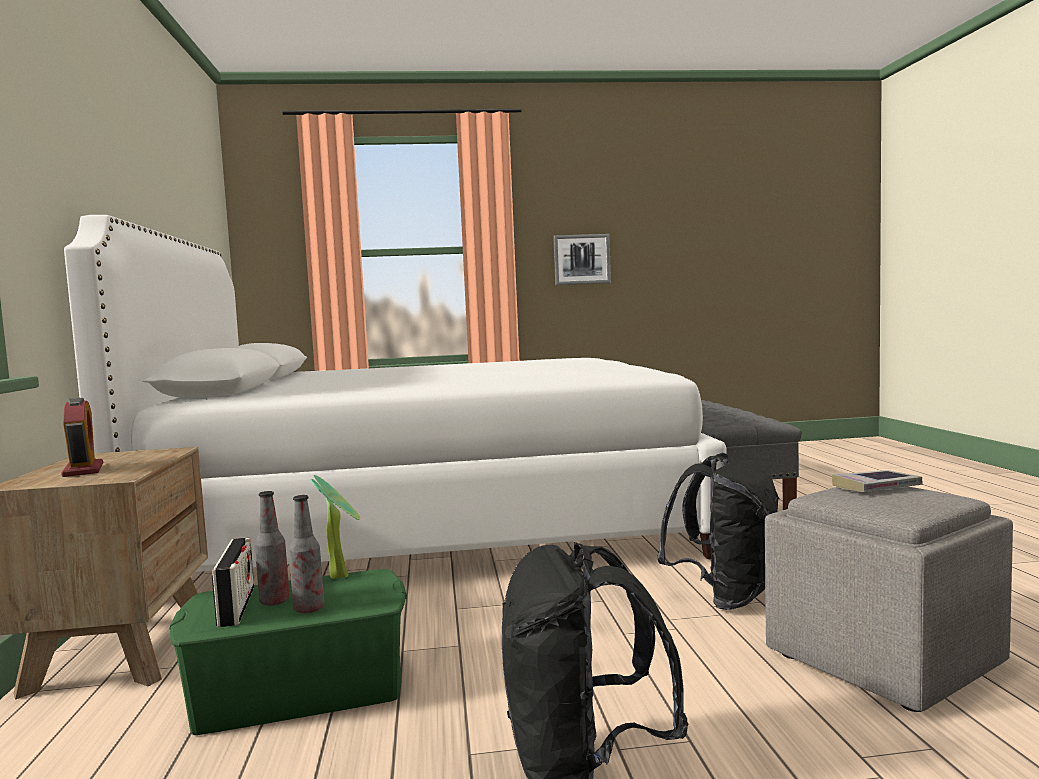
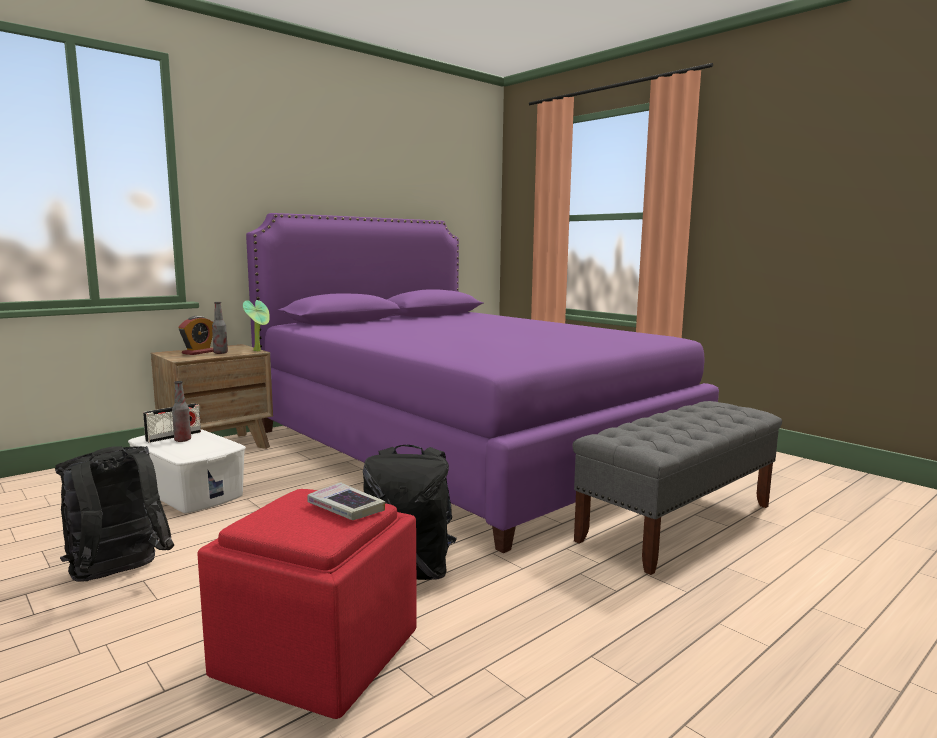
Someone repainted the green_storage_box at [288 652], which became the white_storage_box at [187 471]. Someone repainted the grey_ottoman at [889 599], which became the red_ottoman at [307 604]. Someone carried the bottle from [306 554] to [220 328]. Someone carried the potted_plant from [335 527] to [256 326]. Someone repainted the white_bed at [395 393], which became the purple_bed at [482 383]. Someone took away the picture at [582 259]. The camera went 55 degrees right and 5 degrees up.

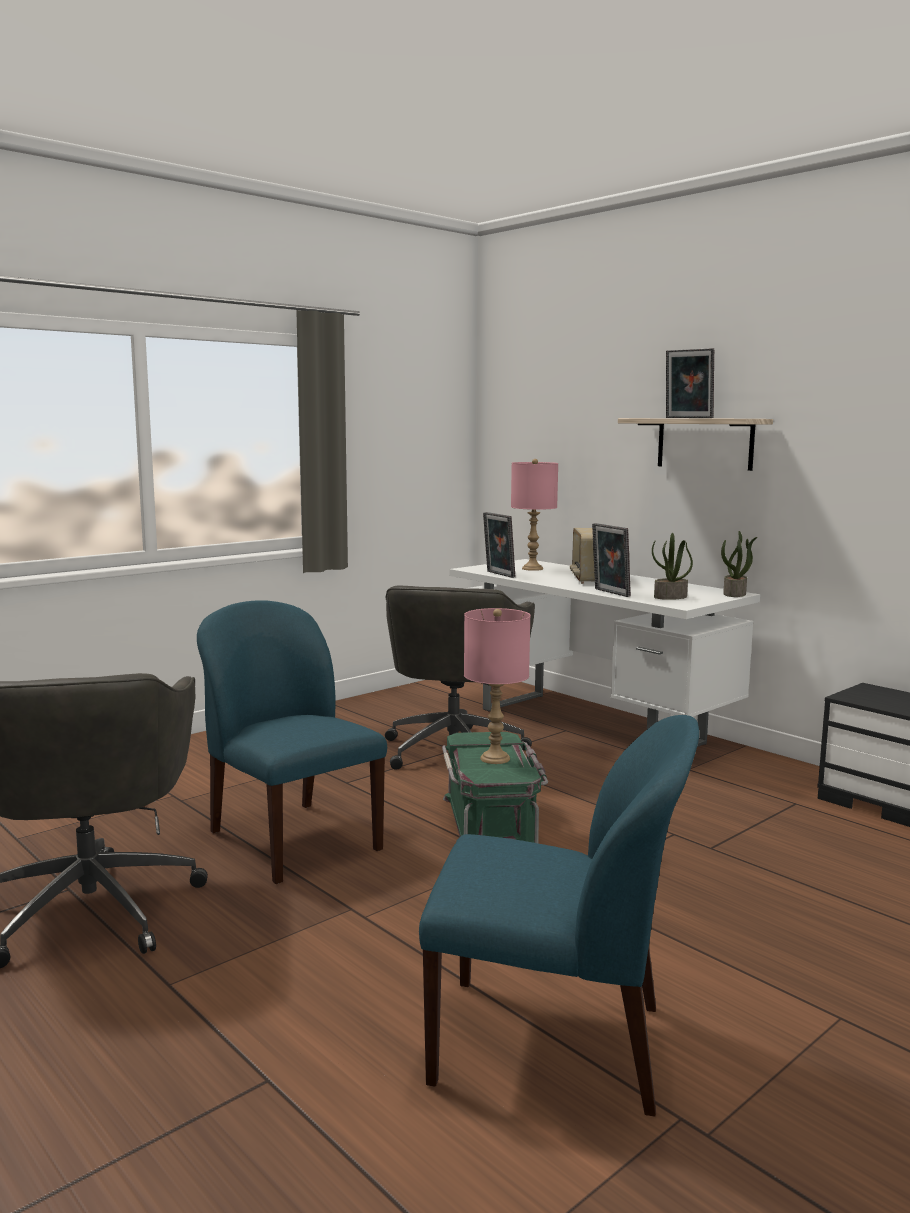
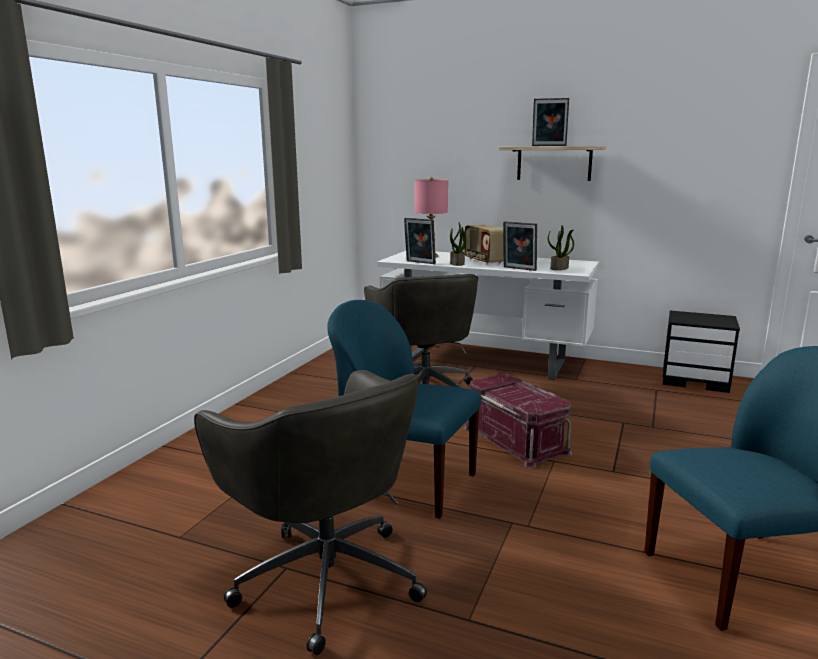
Someone carried the potted_plant from [739 564] to [460 244]. Someone repainted the green_storage_box at [495 788], which became the red_storage_box at [518 421]. Someone took away the pink_table_lamp at [497 686]. The camera went 25 degrees left and 5 degrees up.

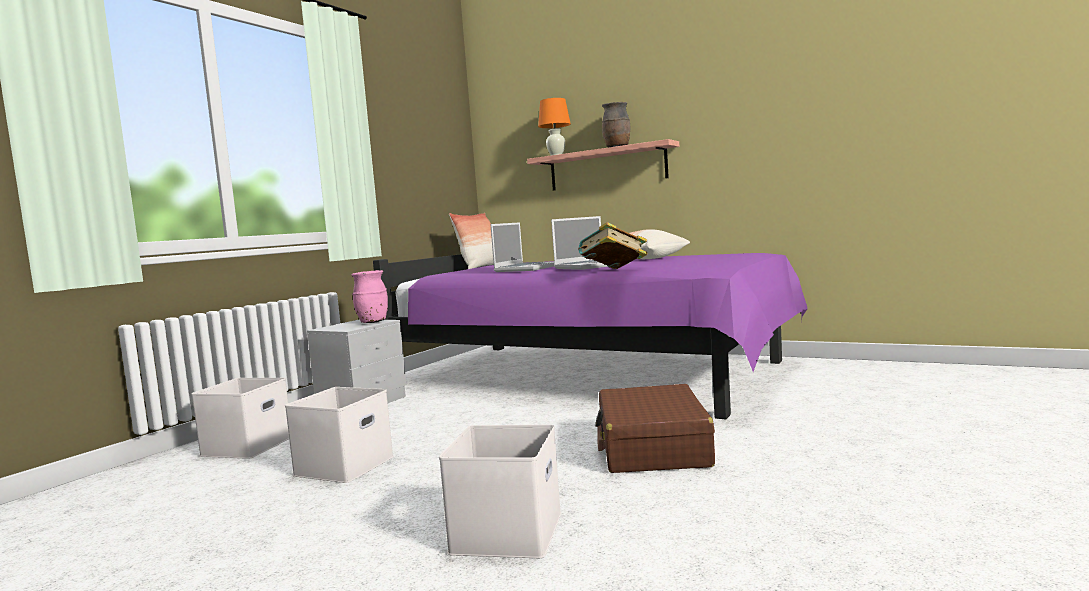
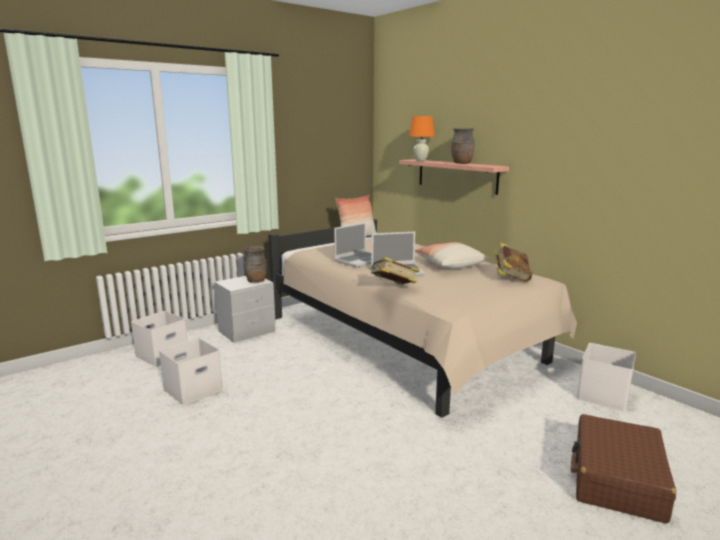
Someone repainted the pink_vase at [369 296], which became the brown_vase at [255 264]. Someone repainted the purple_bed at [590 336], which became the beige_bed at [422 318]. Someone put down the book at [513 262]. Someone carried the brown_suitcase from [655 428] to [623 469]. Someone carried the white_storage_box from [500 491] to [606 377]. The camera went 20 degrees right and 10 degrees up.

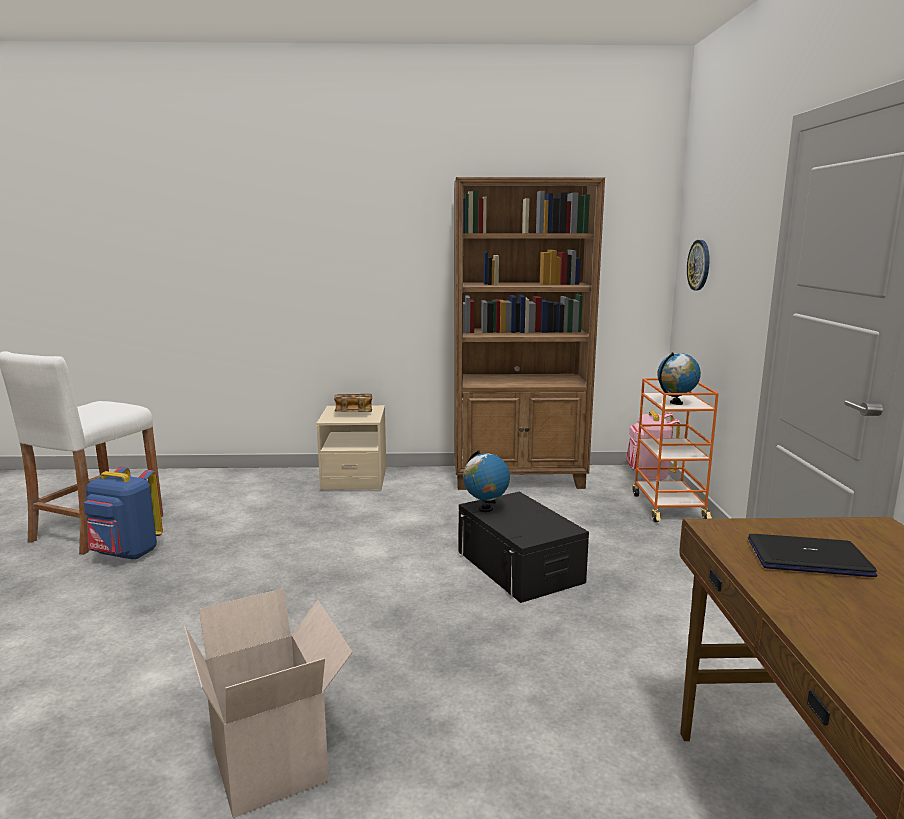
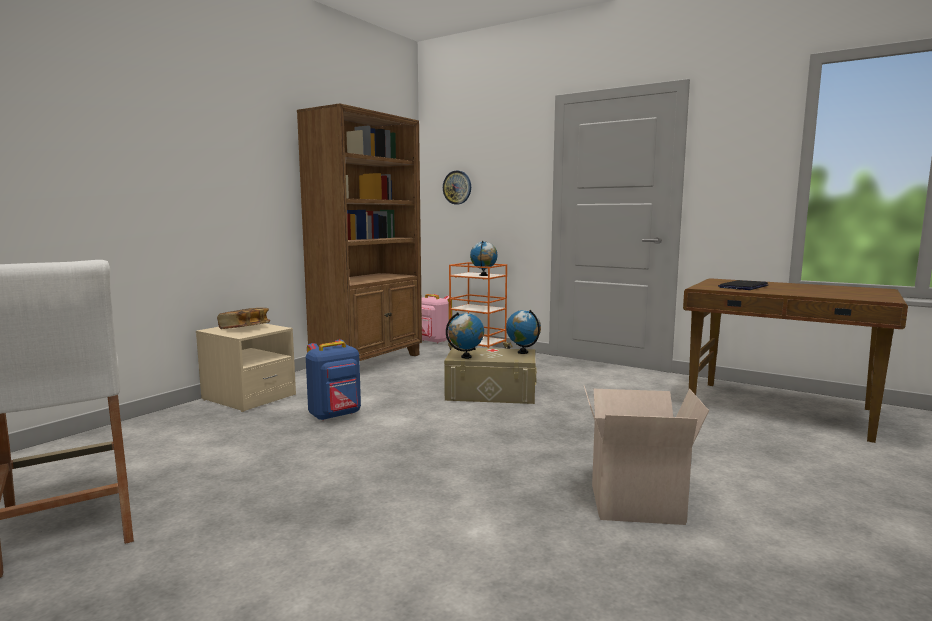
Someone carried the blue_backpack from [123 513] to [333 380]. Someone repainted the black_storage_box at [524 547], which became the beige_storage_box at [490 375]. Someone put down the globe at [523 332]. The camera went 55 degrees left and 5 degrees down.

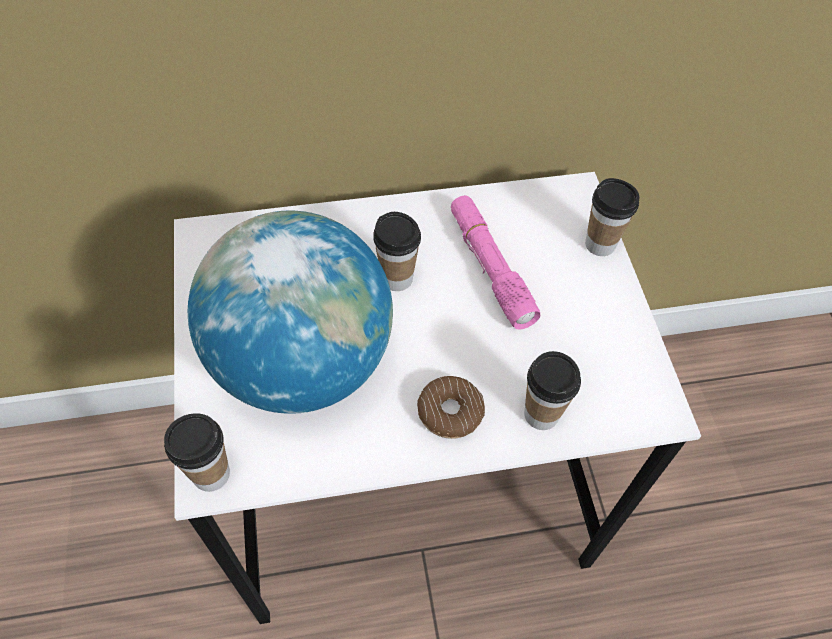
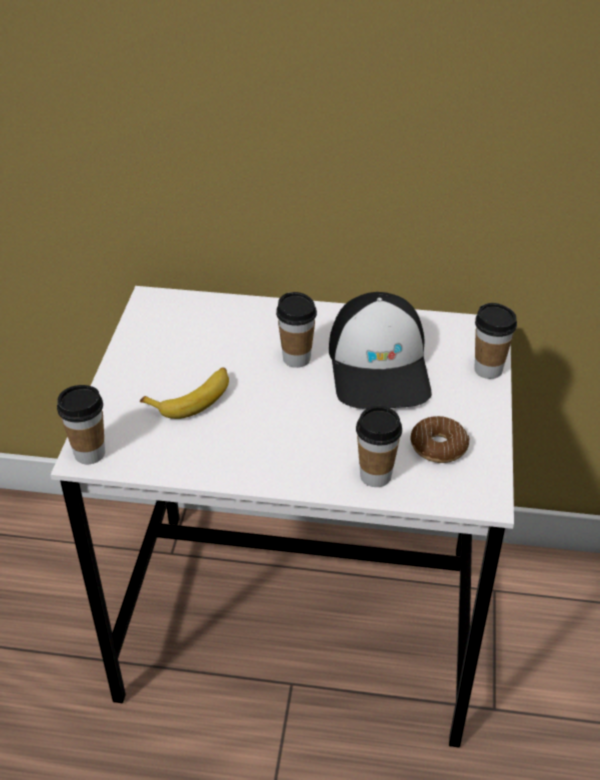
Someone swapped the globe at [290 312] for the banana at [184 393]. Someone swapped the pink_flashlight at [495 262] for the cap at [380 350]. Someone carried the donut from [451 407] to [439 439]. The camera went 20 degrees right and 15 degrees down.

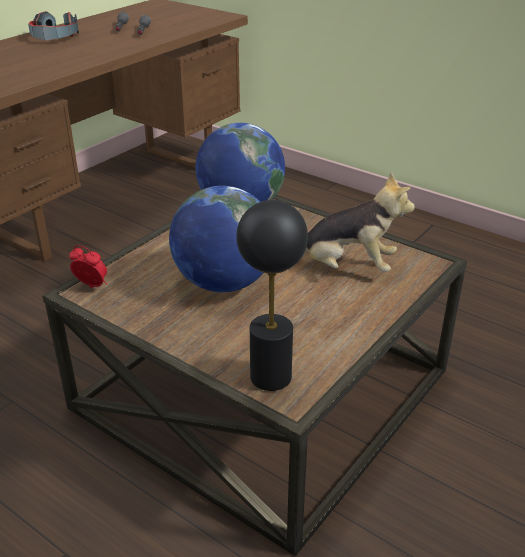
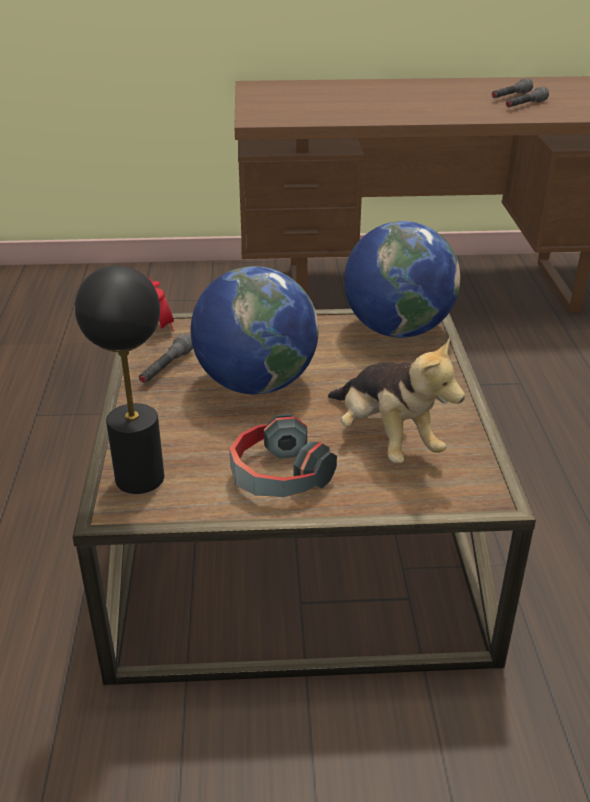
Someone put down the grey_flashlight at [166 358]. Someone carried the headphones from [53 26] to [283 455]. The camera went 50 degrees right and 0 degrees up.

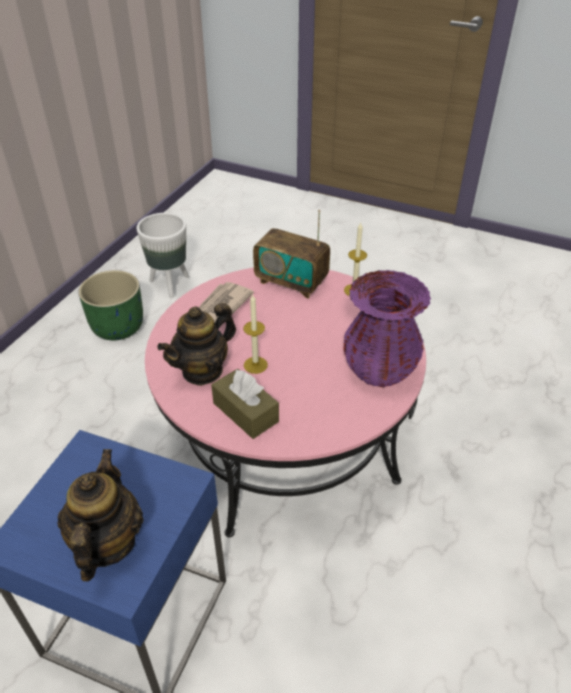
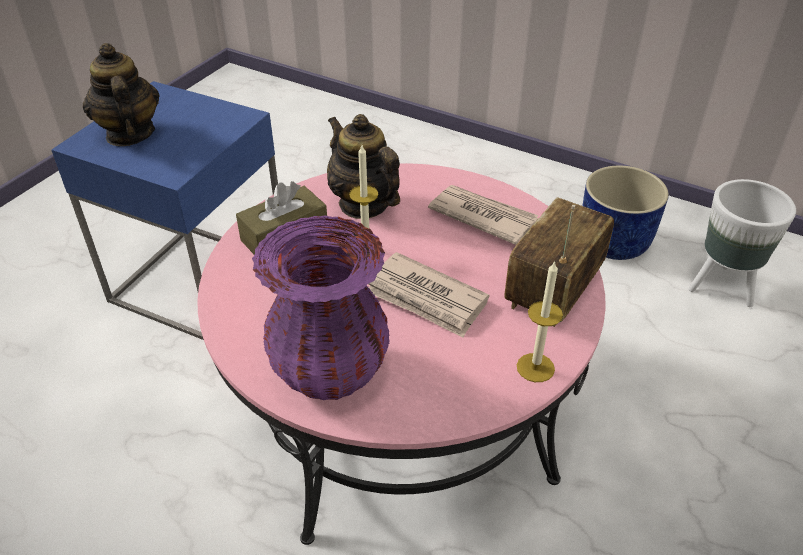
Someone rotated the teapot at [100 515] by 120 degrees counterclockwise. Someone put down the newspaper at [428 294]. Someone repainted the green_planter at [110 305], which became the blue_planter at [625 213]. The camera went 95 degrees right and 0 degrees up.

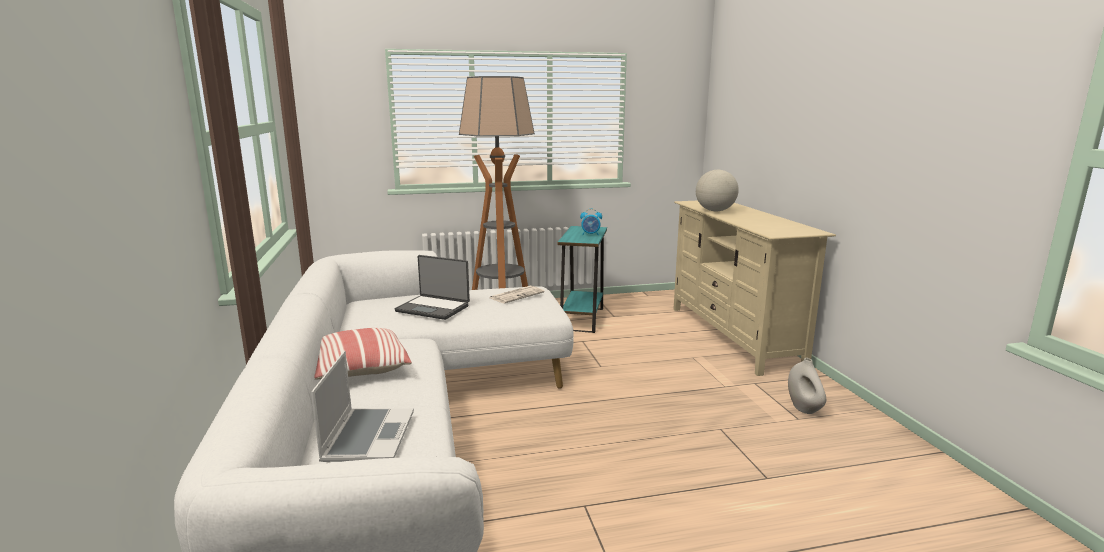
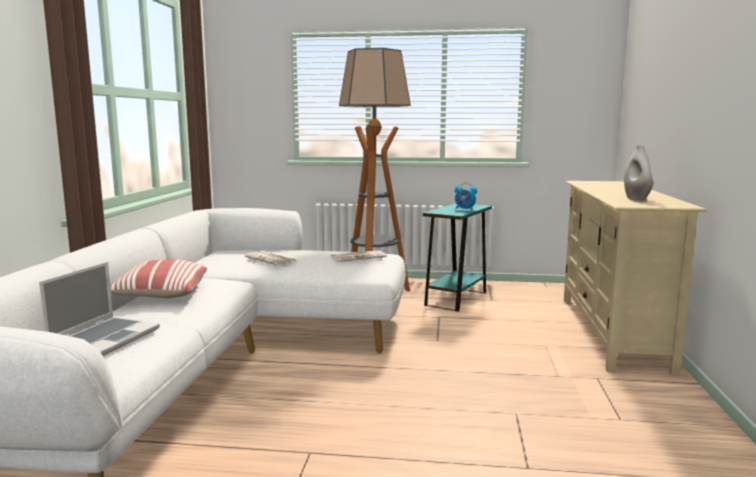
Someone swapped the laptop at [432 287] for the newspaper at [271 258]. Someone carried the white_vase from [807 386] to [638 172]. Someone took away the globe at [717 190]. The camera went 20 degrees right and 5 degrees down.

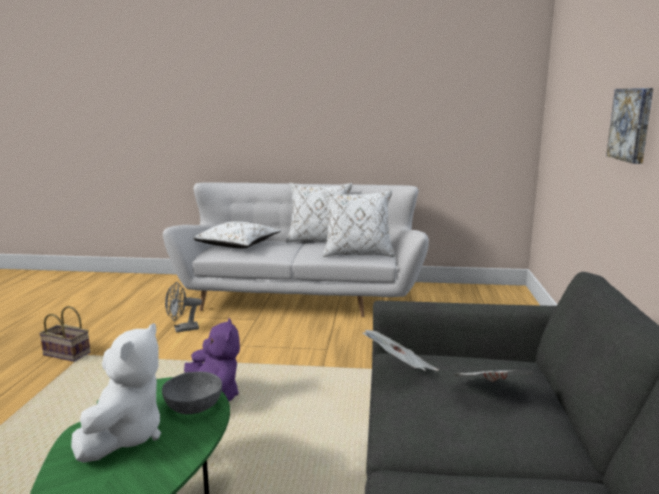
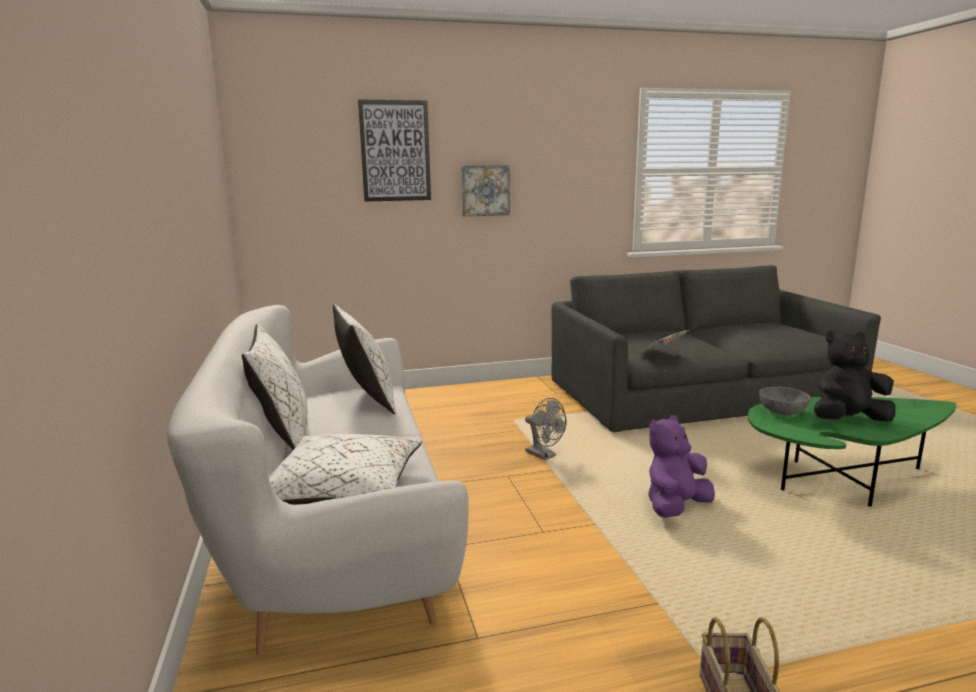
Someone put up the picture at [394 150]. Someone carried the grey_fan from [183 307] to [546 429]. Someone repainted the white_plush_toy at [116 393], which became the black_plush_toy at [855 376]. Someone took away the newspaper at [493 376]. The camera went 110 degrees left and 0 degrees up.

